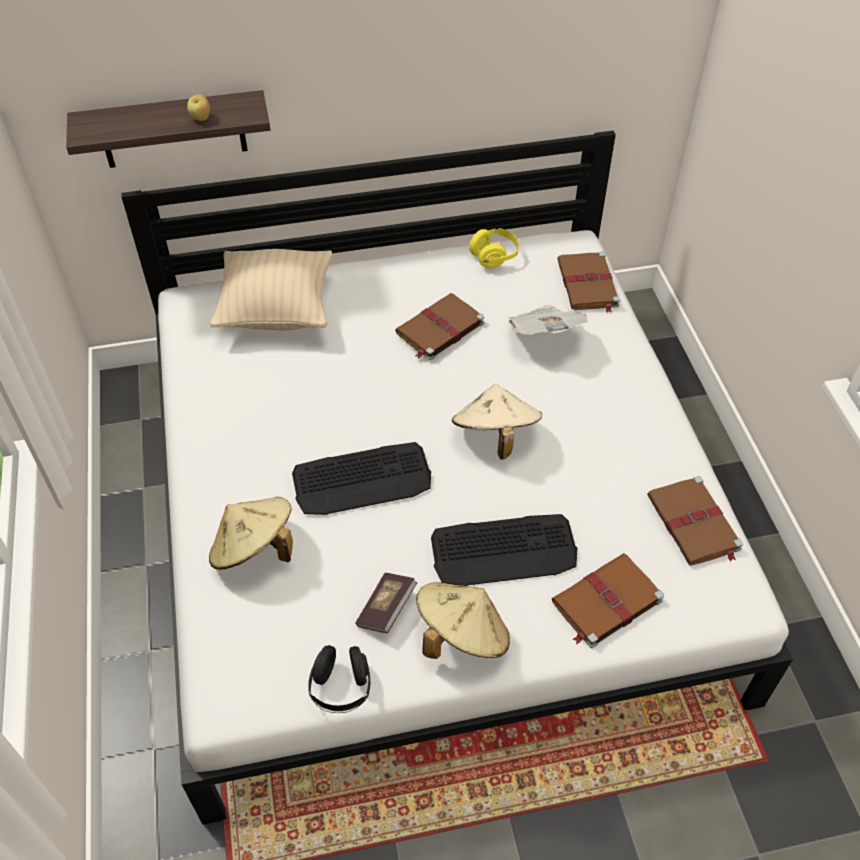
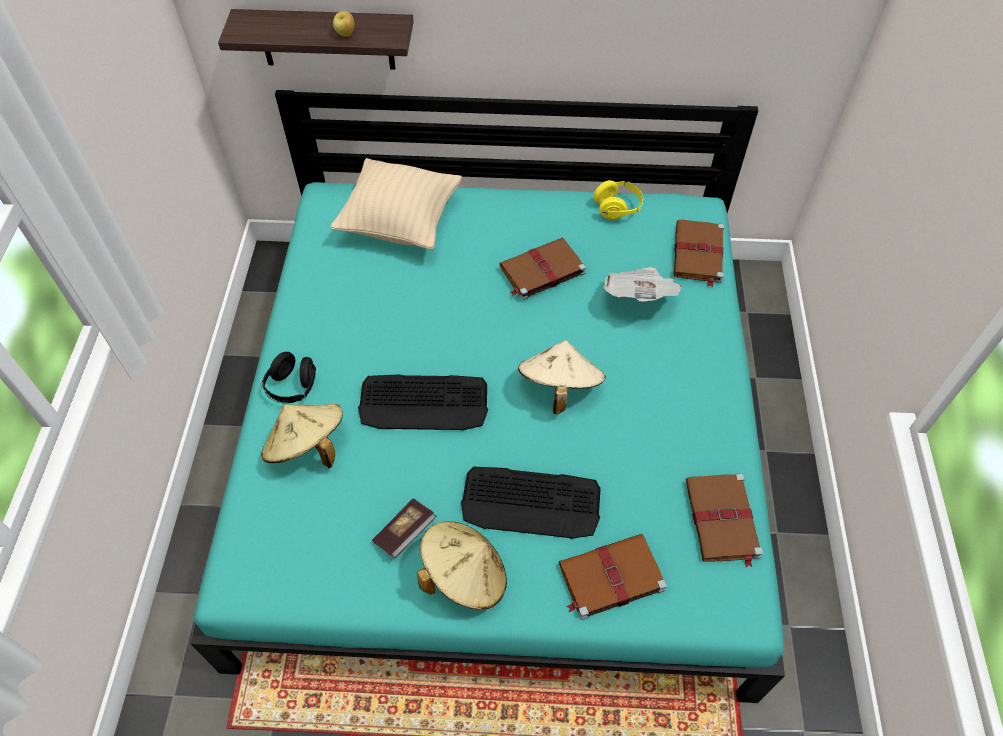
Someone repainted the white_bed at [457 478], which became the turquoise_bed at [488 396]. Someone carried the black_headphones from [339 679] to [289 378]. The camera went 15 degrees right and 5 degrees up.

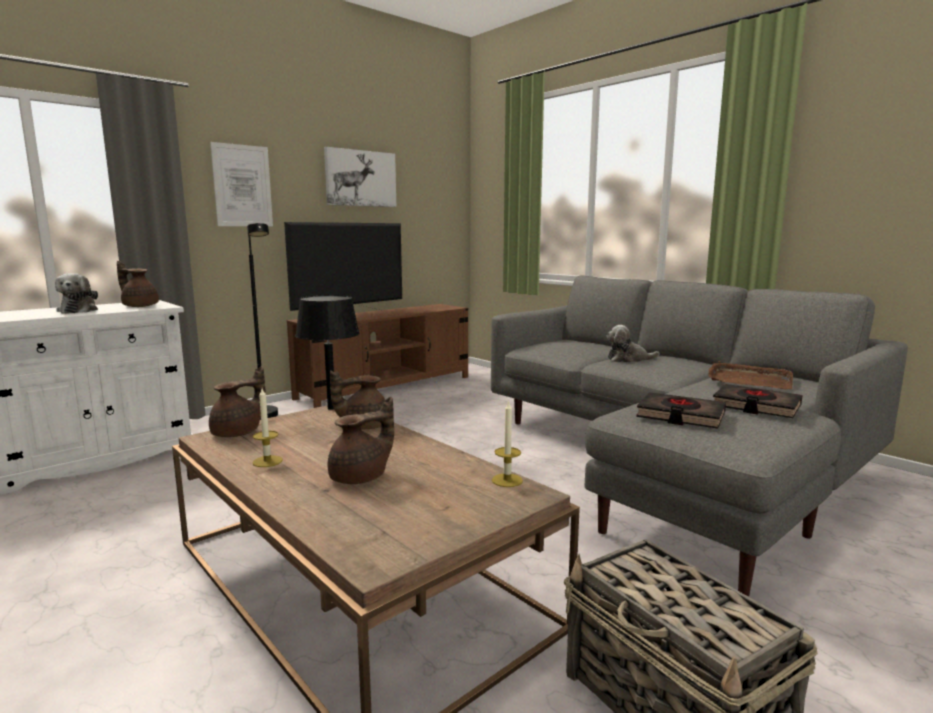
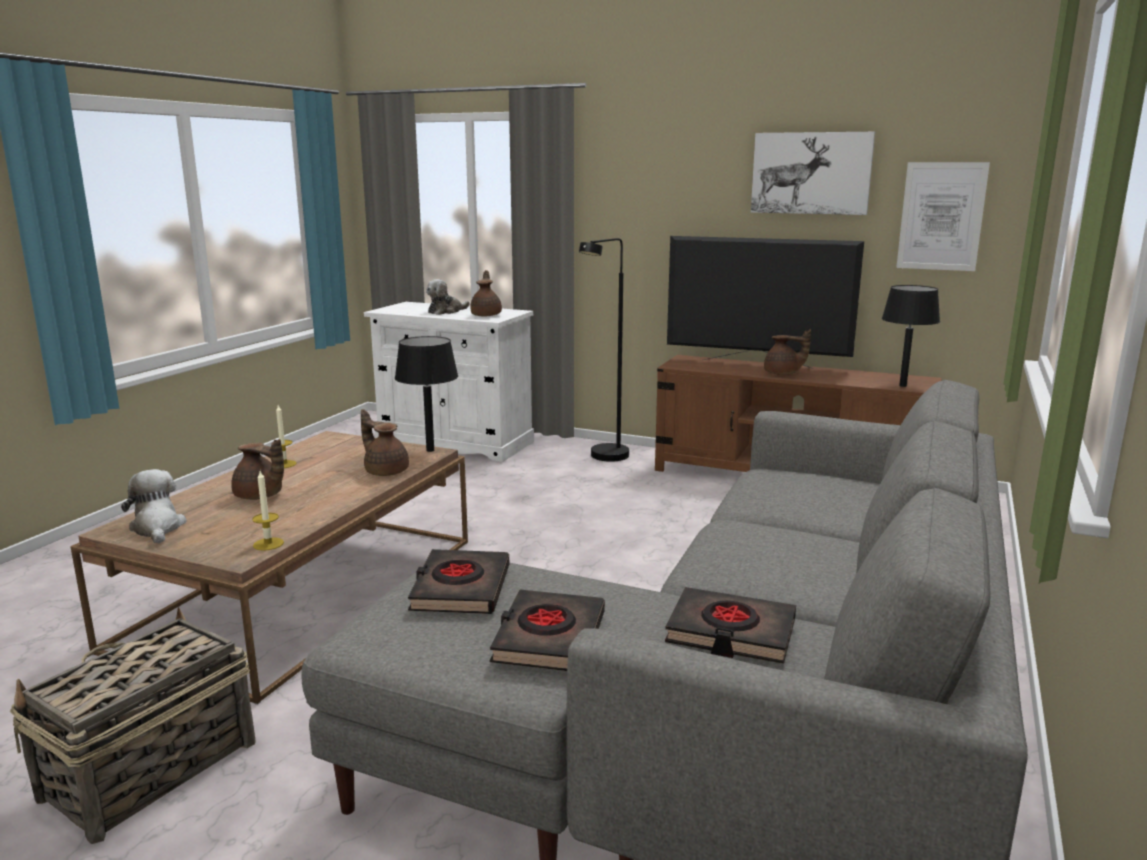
Someone carried the plush_toy from [633 344] to [154 506]. Someone swapped the brown_tray at [750 375] for the black_book at [730 625]. Someone carried the brown_teapot from [237 401] to [787 352]. Someone put down the black_table_lamp at [911 336]. Someone carried the picture from [241 184] to [943 216]. The camera went 65 degrees right and 5 degrees up.

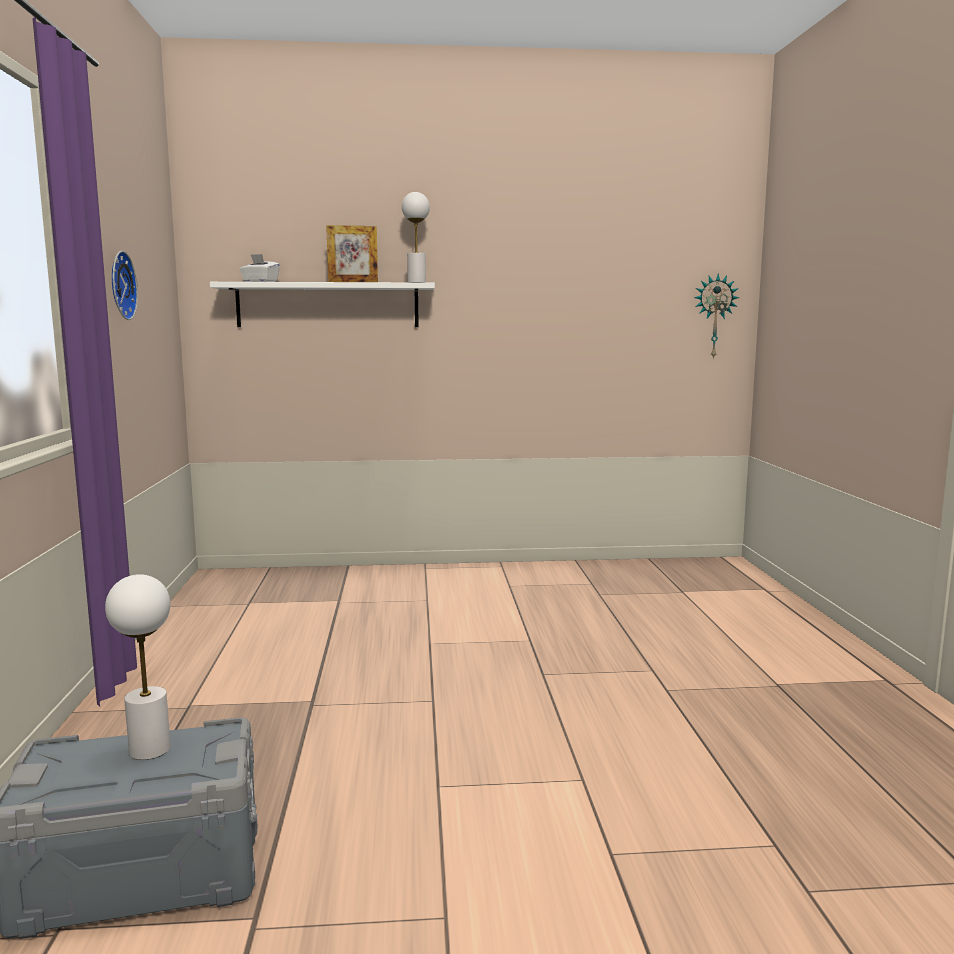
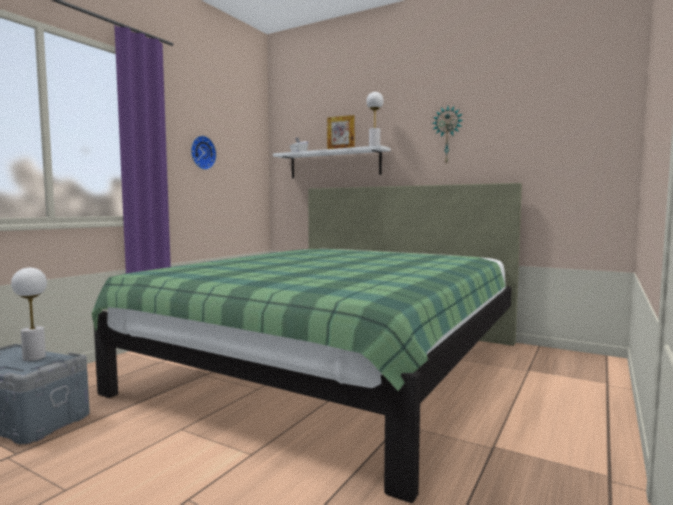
Someone put down the green_bed at [306 343]. Someone carried the wall_clock from [716 316] to [447 135]. The camera went 35 degrees right and 5 degrees down.

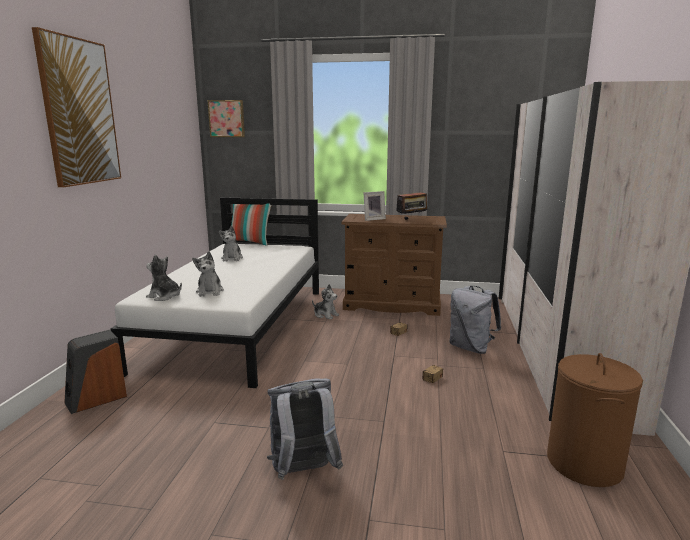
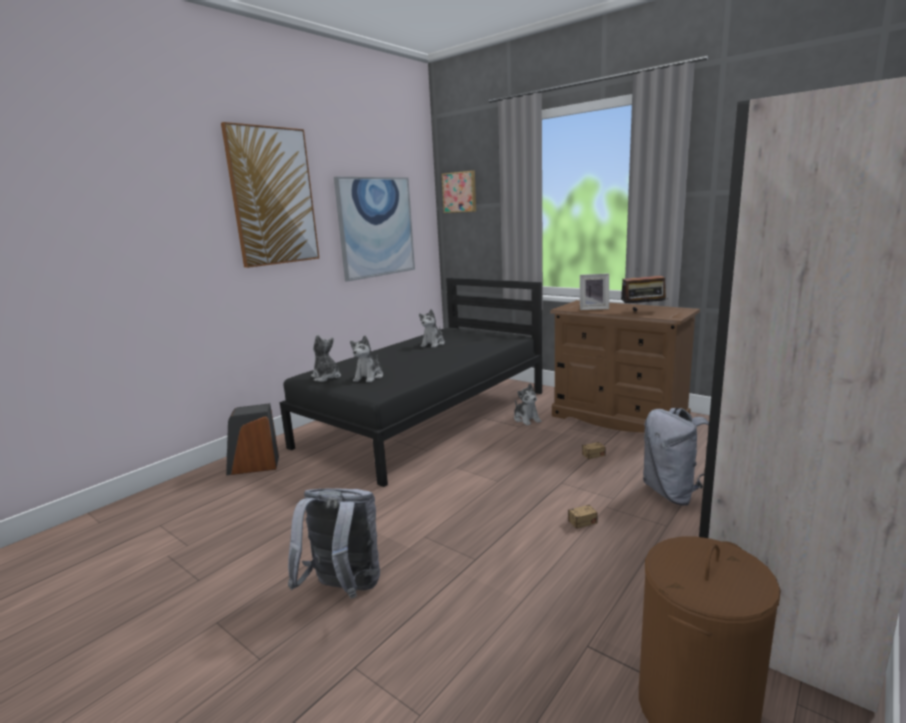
Someone repainted the white_bed at [214 292], which became the black_bed at [411 382]. Someone put up the picture at [374 229]. Someone took away the pillow at [251 224]. The camera went 30 degrees right and 0 degrees up.

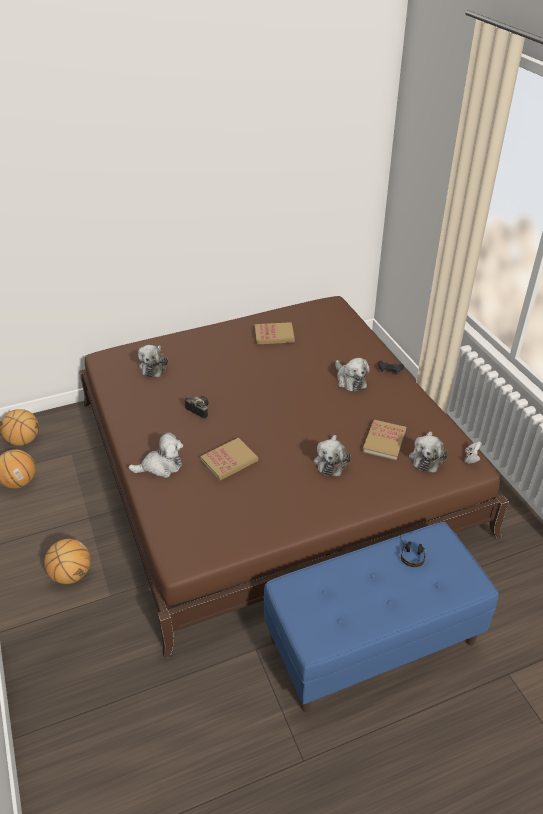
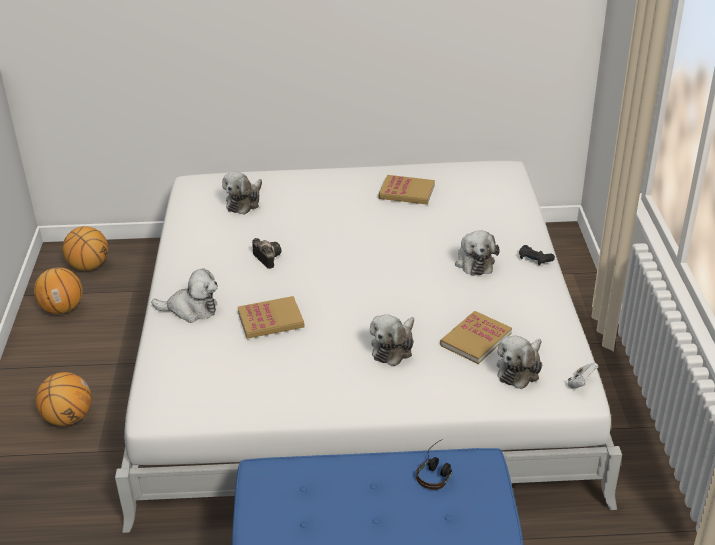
Someone repainted the brown_bed at [294 477], which became the white_bed at [368 347]. The camera went 20 degrees right and 5 degrees down.

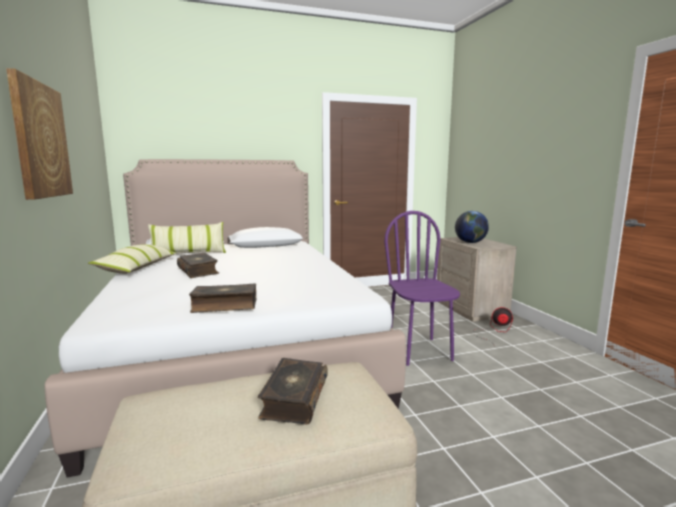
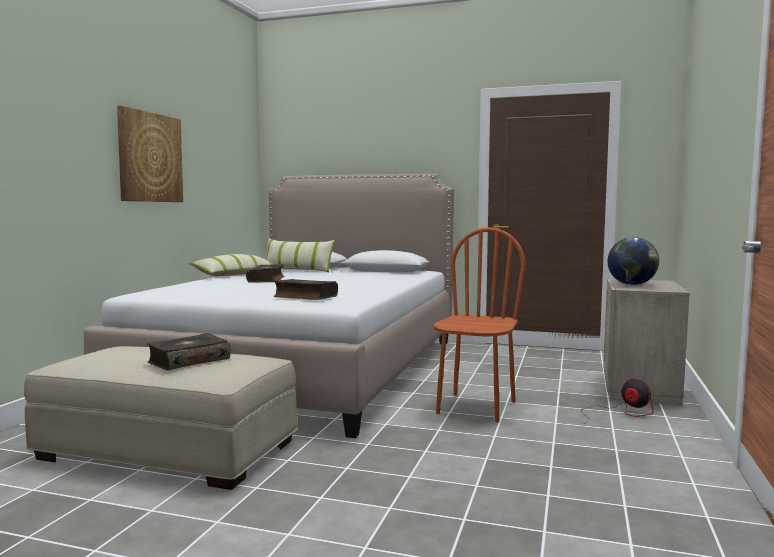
Someone carried the book from [222 298] to [306 289]. Someone repainted the purple_chair at [422 288], which became the brown_chair at [479 324]. The camera went 35 degrees right and 5 degrees down.

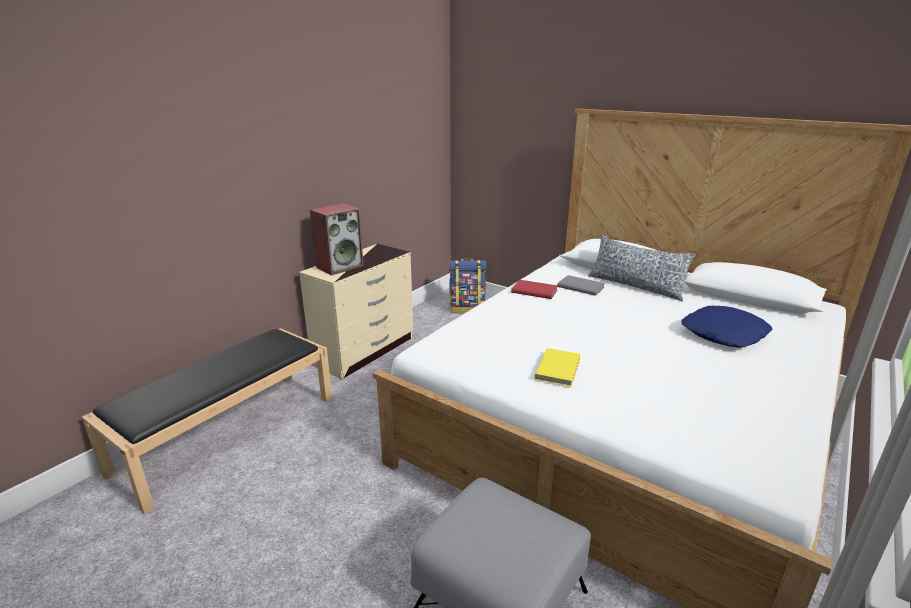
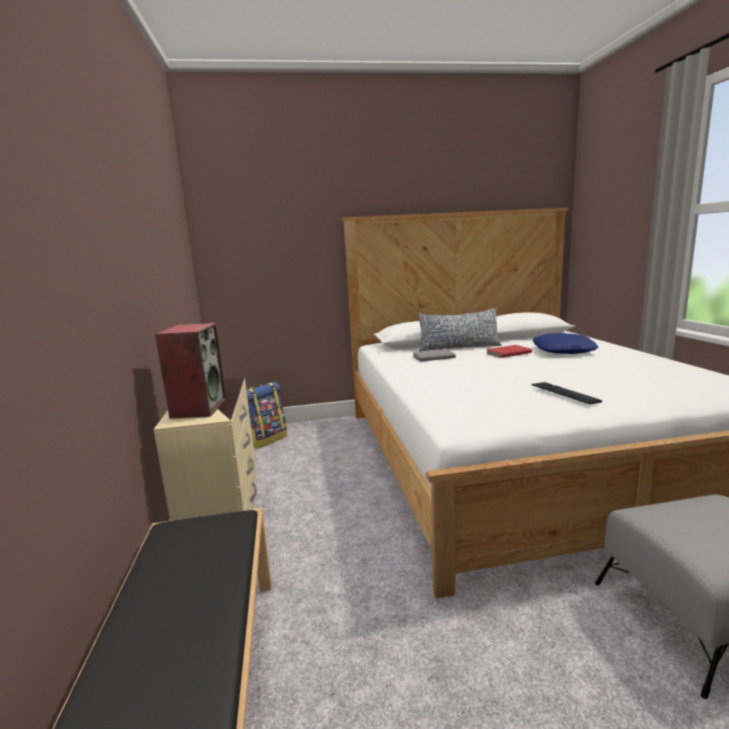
Someone carried the red_book from [534 289] to [509 351]. Someone swapped the yellow_book at [557 367] for the keyboard at [567 393]. The camera went 45 degrees left and 10 degrees down.

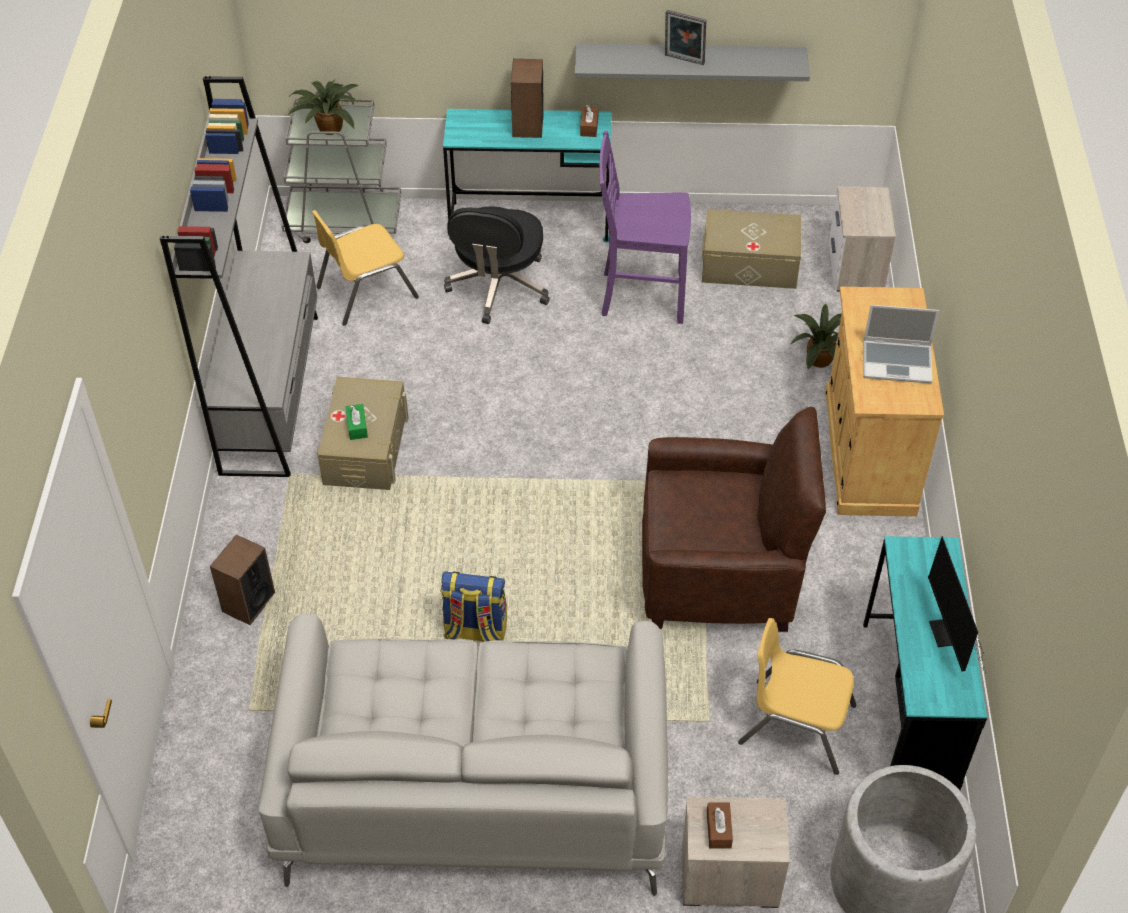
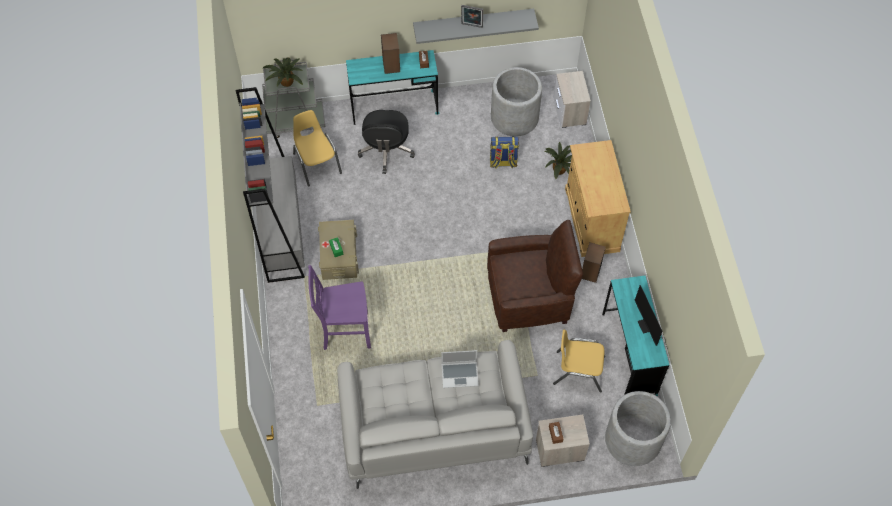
Someone rotated the yellow_chair at [365 268] by 105 degrees clockwise. Someone carried the purple_chair from [645 227] to [339 307]. Someone carried the laptop from [901 344] to [460 369]. Someone carried the backpack from [474 606] to [504 152]. Someone swapped the beige_storage_box at [751 249] for the grey_planter at [516 101]. Someone carried the speaker from [242 580] to [594 263]. The camera went 10 degrees left and 10 degrees up.

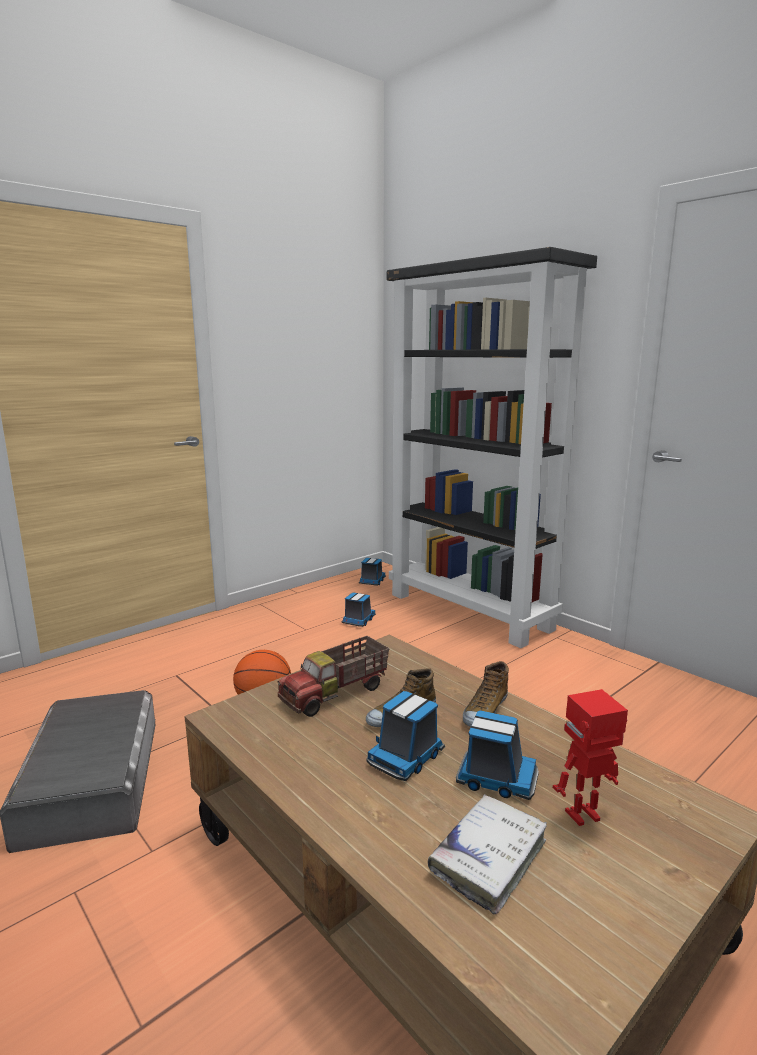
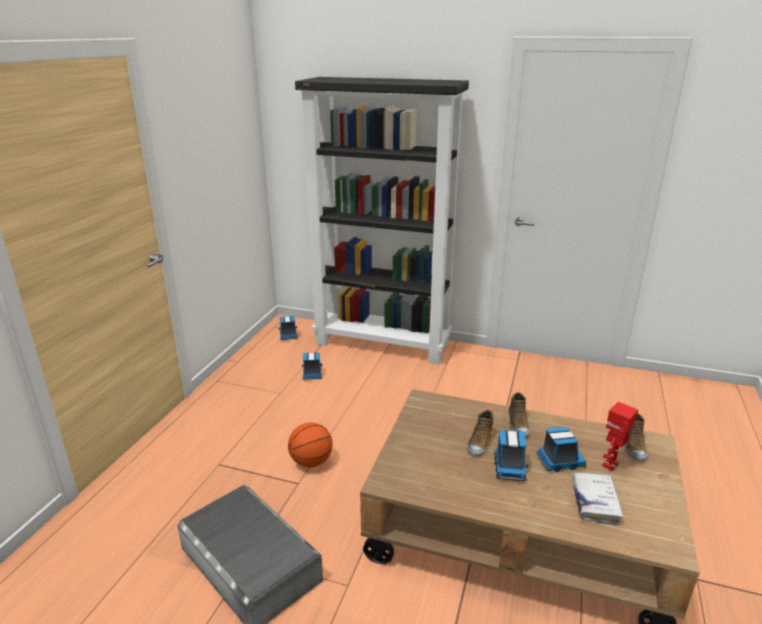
Someone put down the shoe at [636 437]. Someone took away the toy_truck at [333 676]. The camera went 30 degrees left and 10 degrees up.

